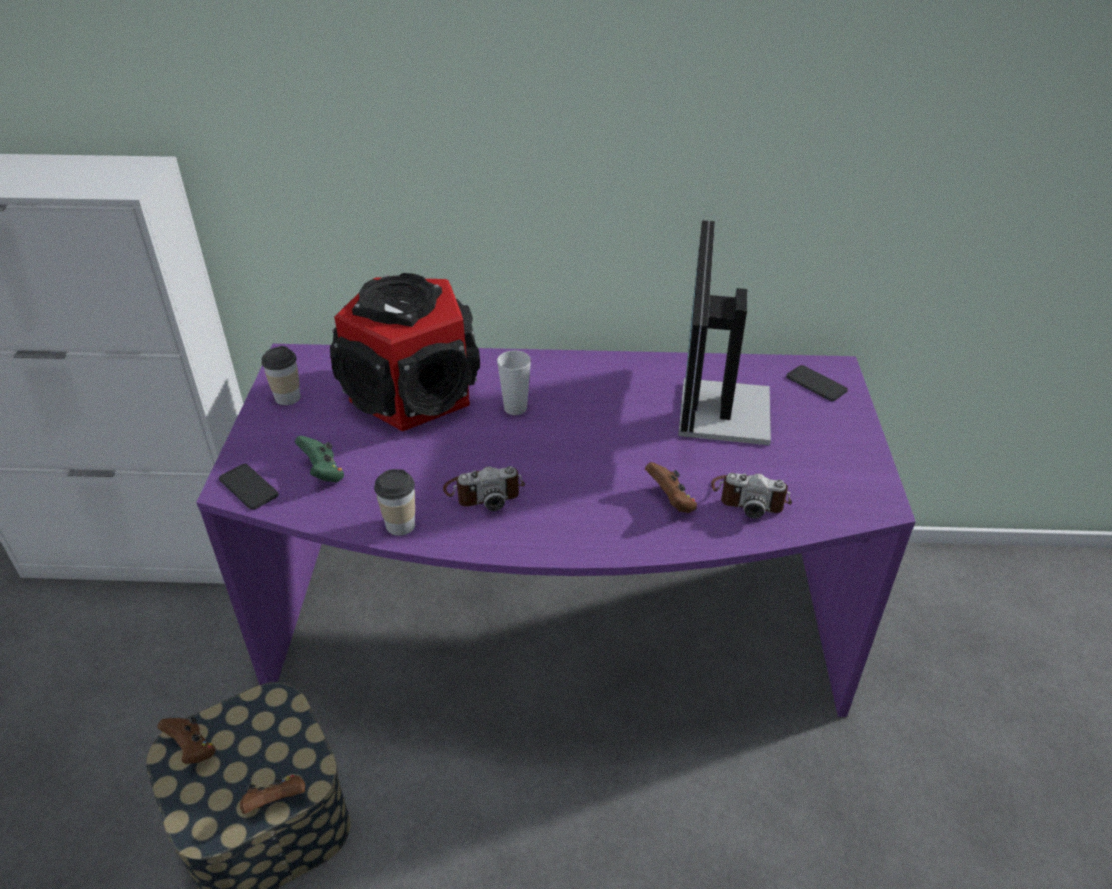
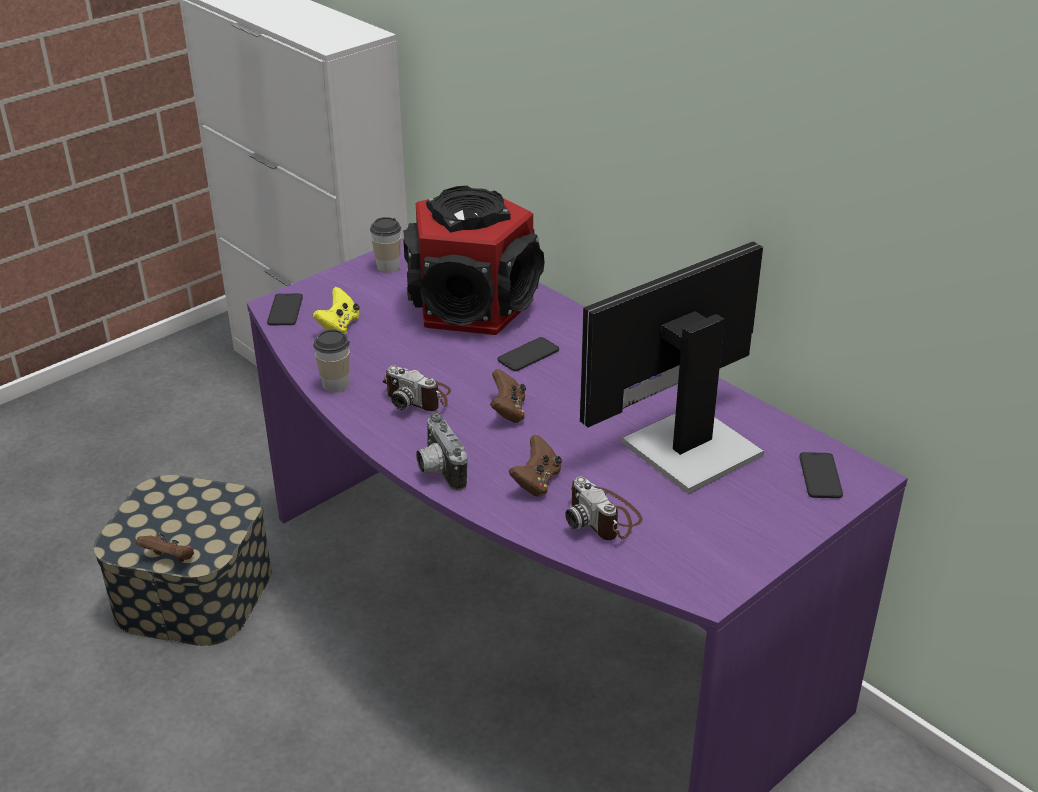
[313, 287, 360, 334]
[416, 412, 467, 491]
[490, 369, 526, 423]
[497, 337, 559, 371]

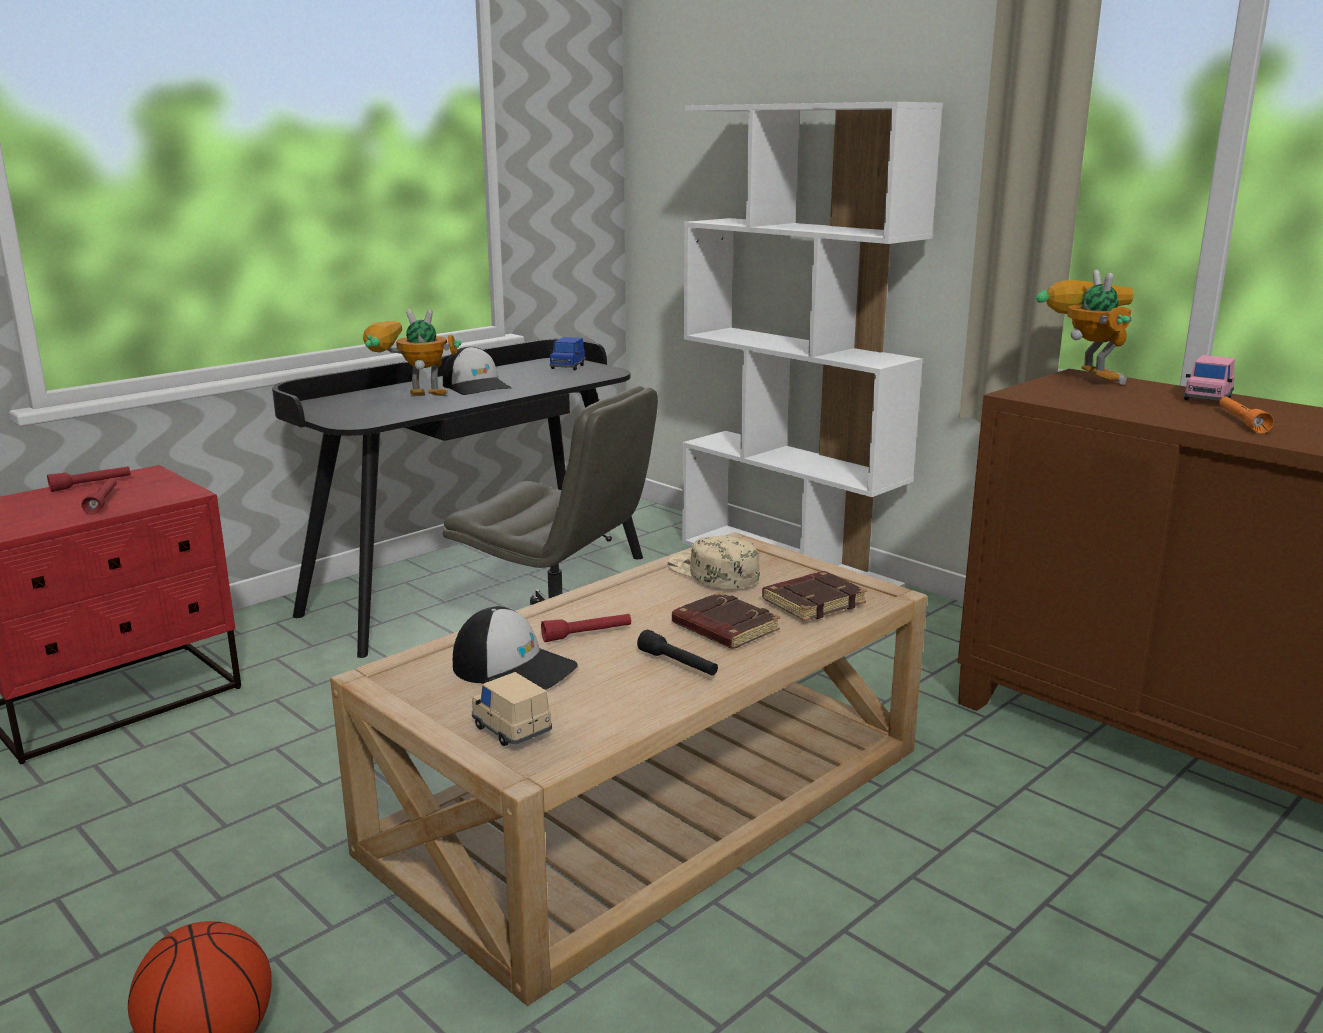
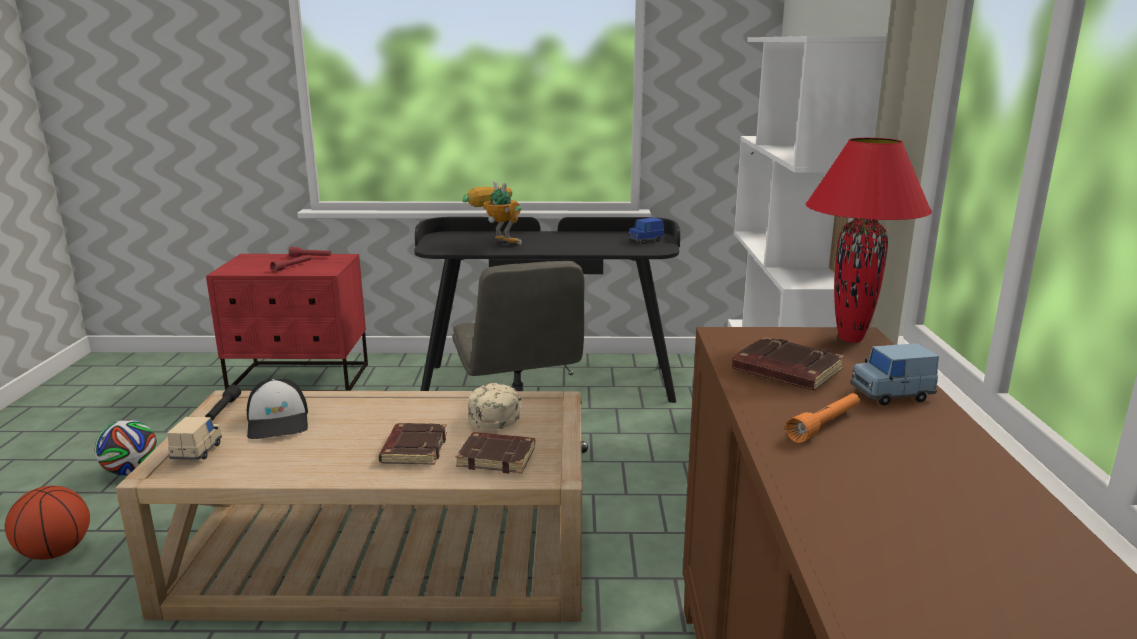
[94, 420, 158, 475]
[205, 385, 241, 420]
[732, 337, 845, 390]
[805, 138, 932, 343]
[850, 343, 939, 405]
[443, 346, 512, 395] (first image)
[541, 614, 631, 642] (first image)

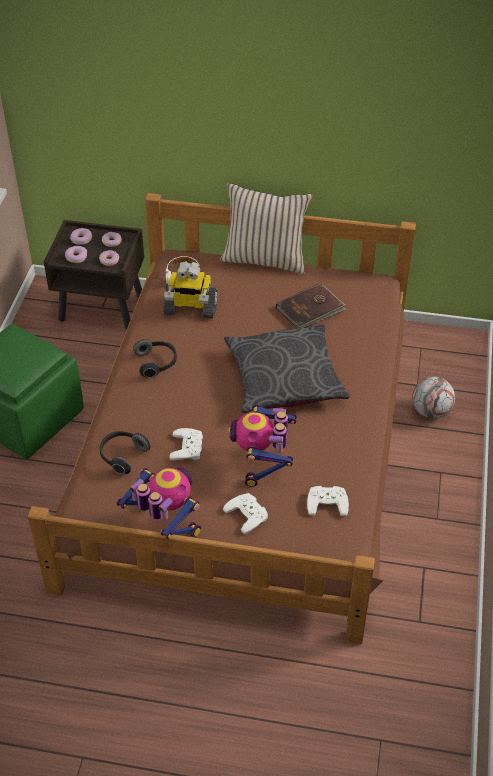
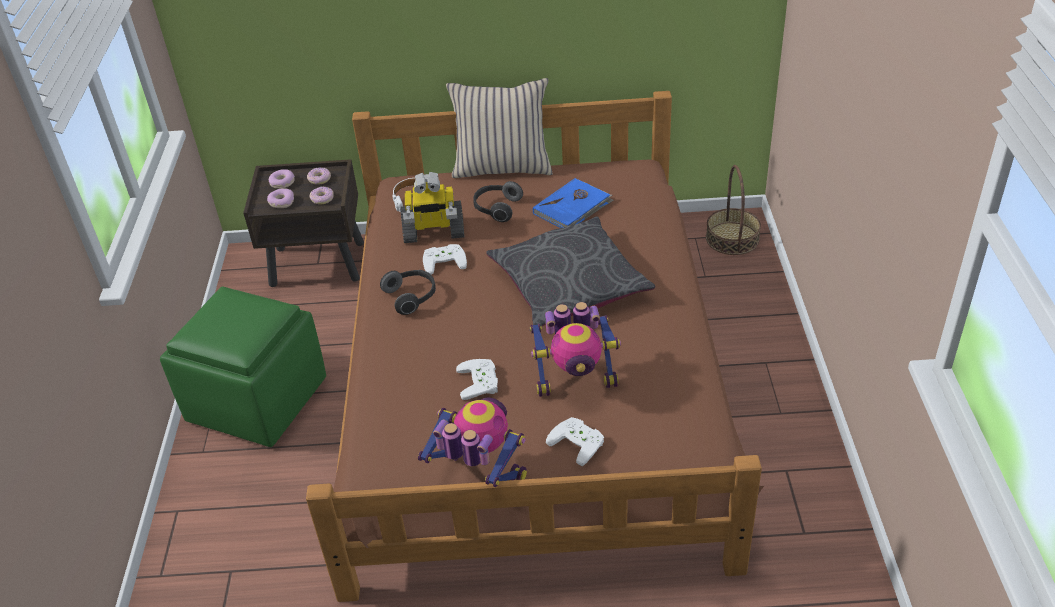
[423, 244, 467, 275]
[473, 181, 523, 222]
[530, 302, 621, 397]
[533, 178, 614, 228]
[706, 165, 761, 255]
[412, 376, 455, 419] (first image)

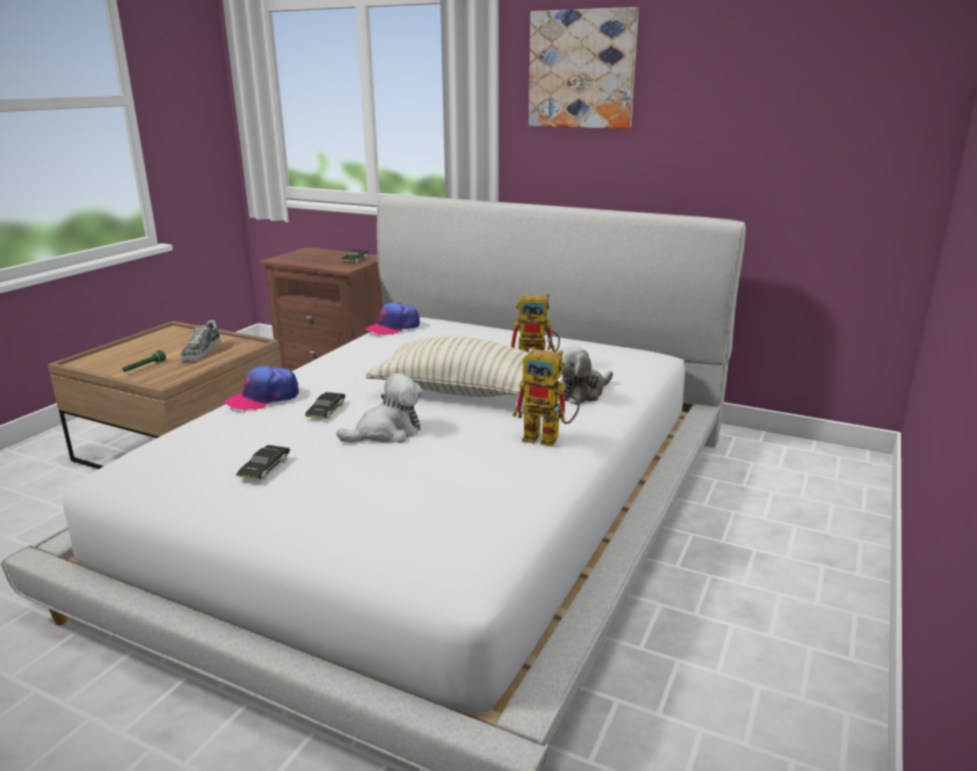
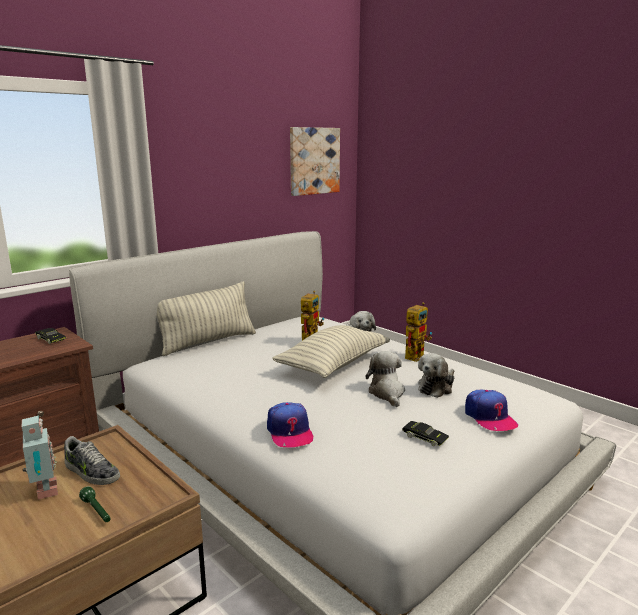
[21, 415, 58, 500]
[157, 281, 256, 356]
[290, 127, 340, 196]
[418, 353, 454, 398]
[465, 390, 518, 431]
[305, 392, 346, 419] (first image)

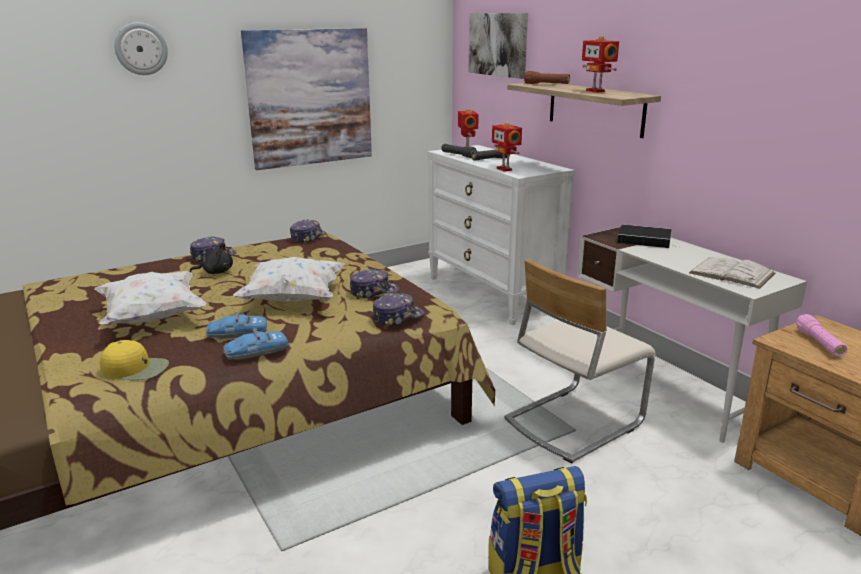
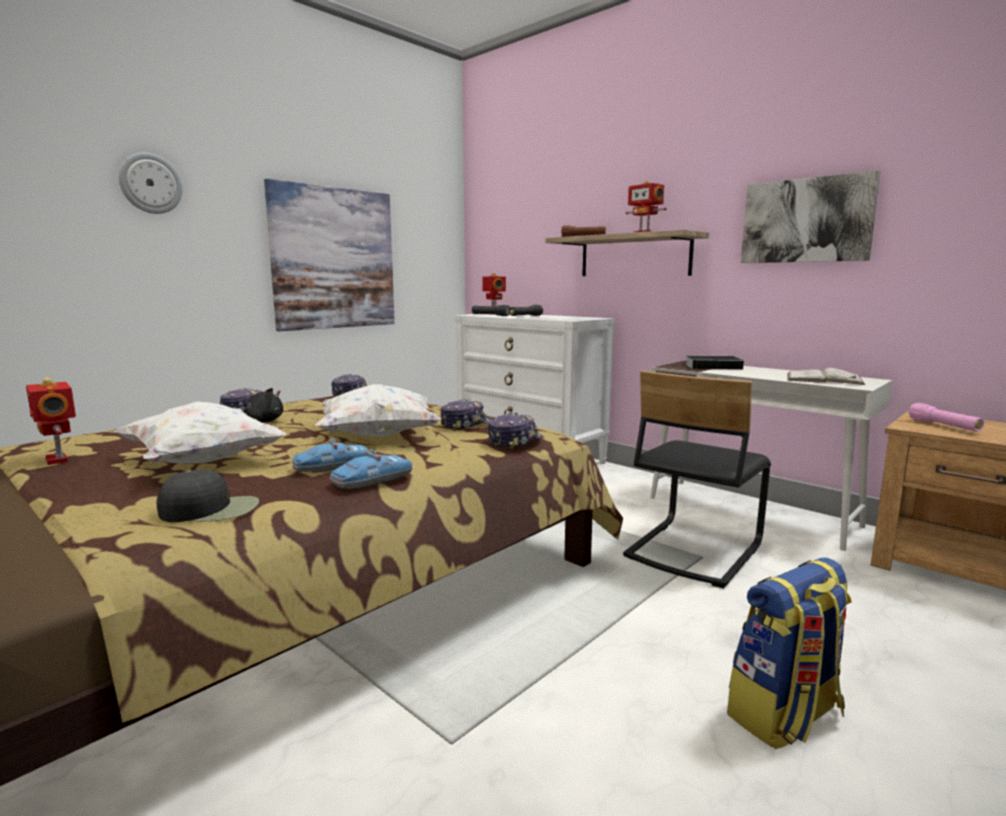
[26, 378, 76, 465]
[156, 470, 259, 522]
[623, 371, 771, 588]
[741, 170, 881, 263]

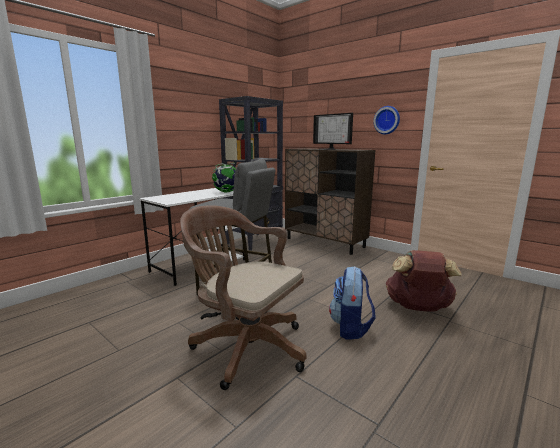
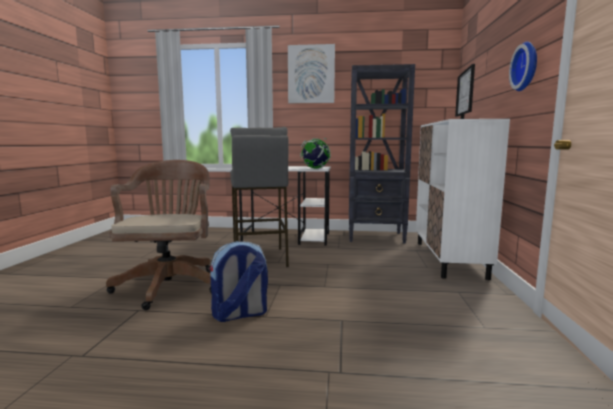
[288, 44, 335, 103]
[416, 119, 510, 280]
[386, 250, 462, 312] (first image)

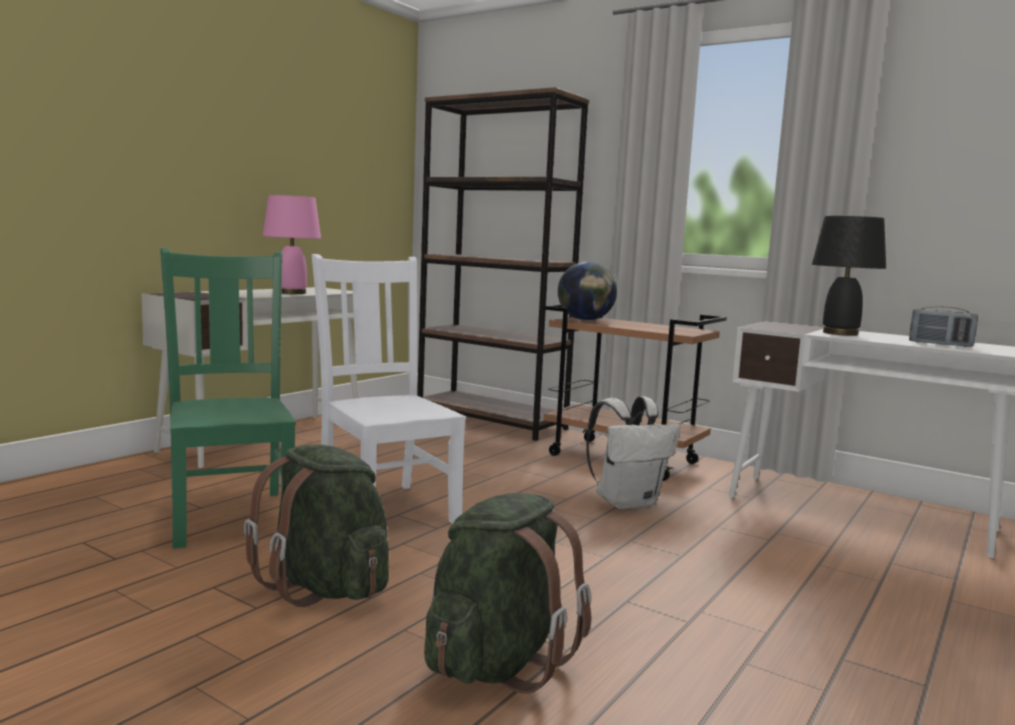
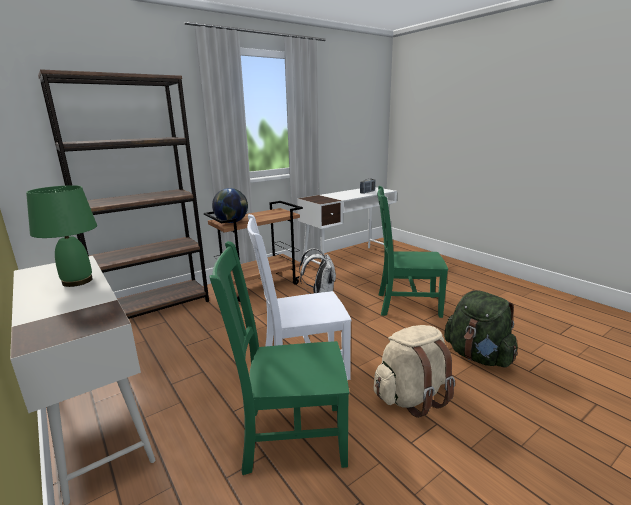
[26, 185, 97, 287]
[374, 325, 455, 418]
[377, 186, 448, 318]
[812, 216, 886, 336] (first image)

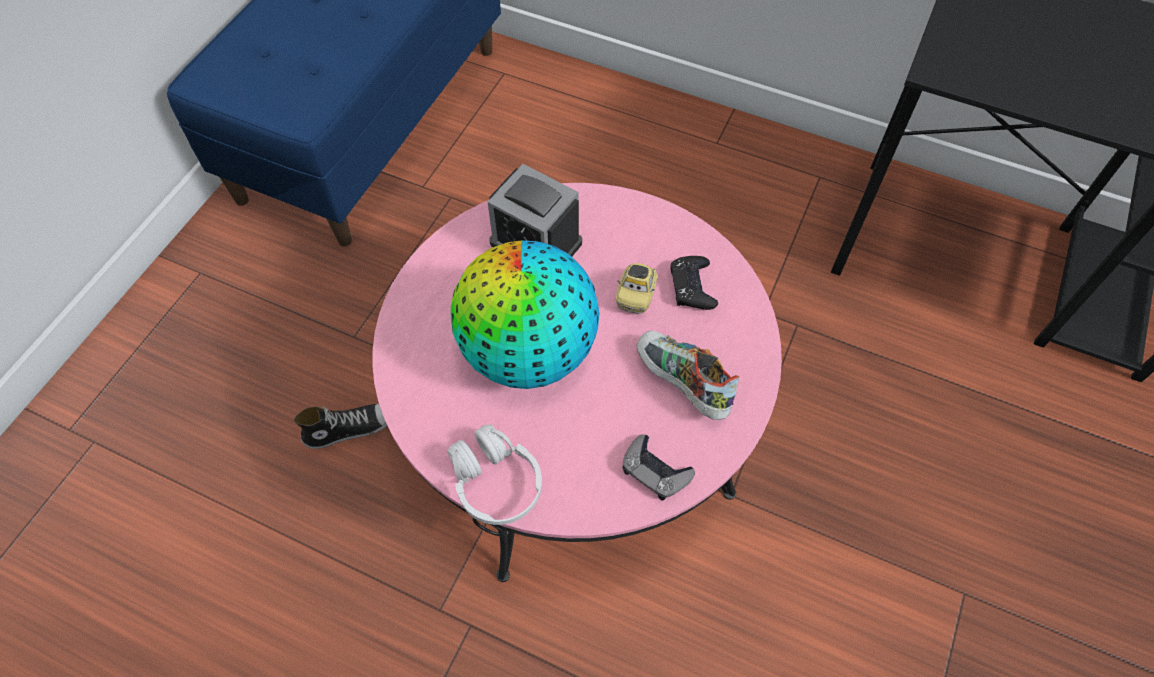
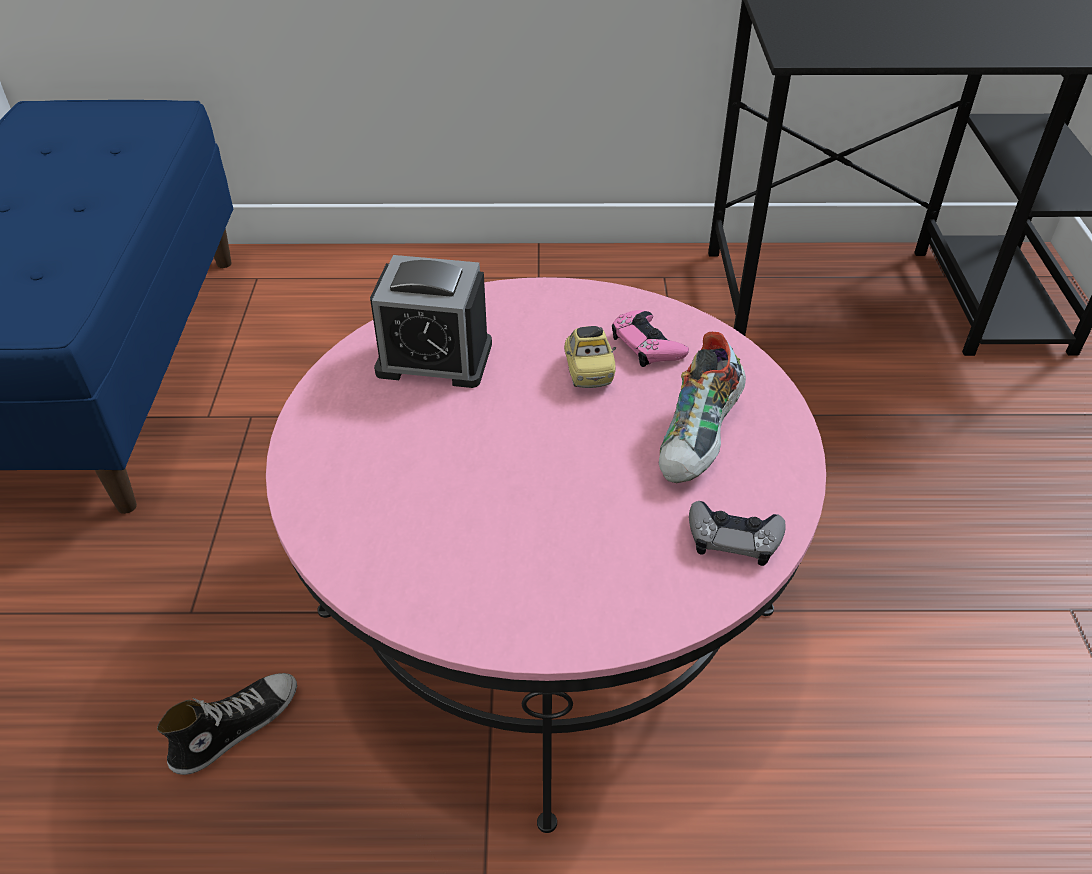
[612, 310, 689, 367]
[659, 332, 746, 483]
[447, 424, 542, 525] (first image)
[451, 240, 600, 389] (first image)

